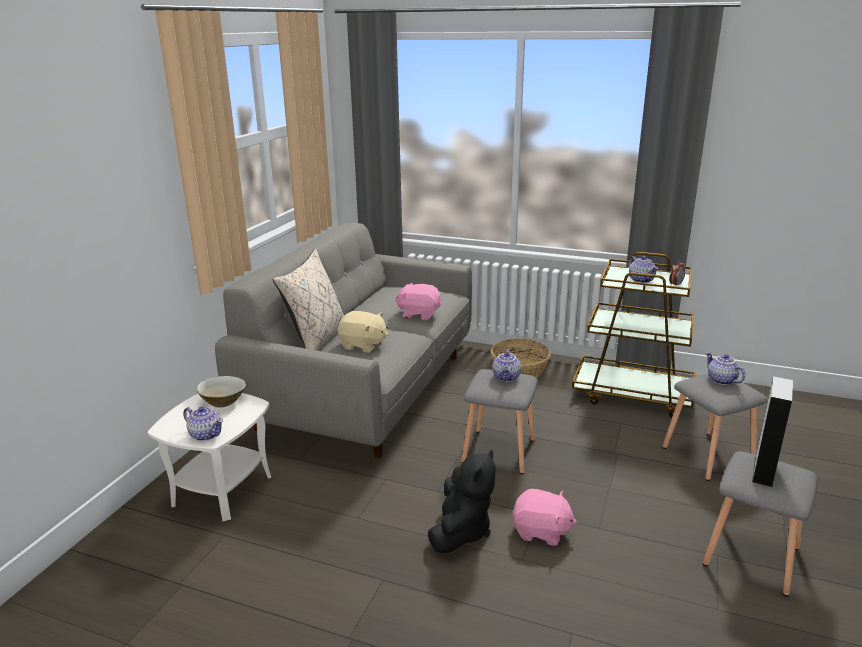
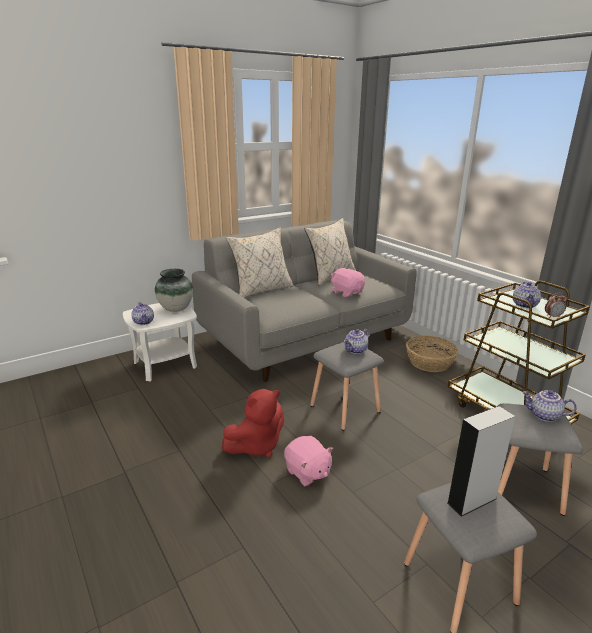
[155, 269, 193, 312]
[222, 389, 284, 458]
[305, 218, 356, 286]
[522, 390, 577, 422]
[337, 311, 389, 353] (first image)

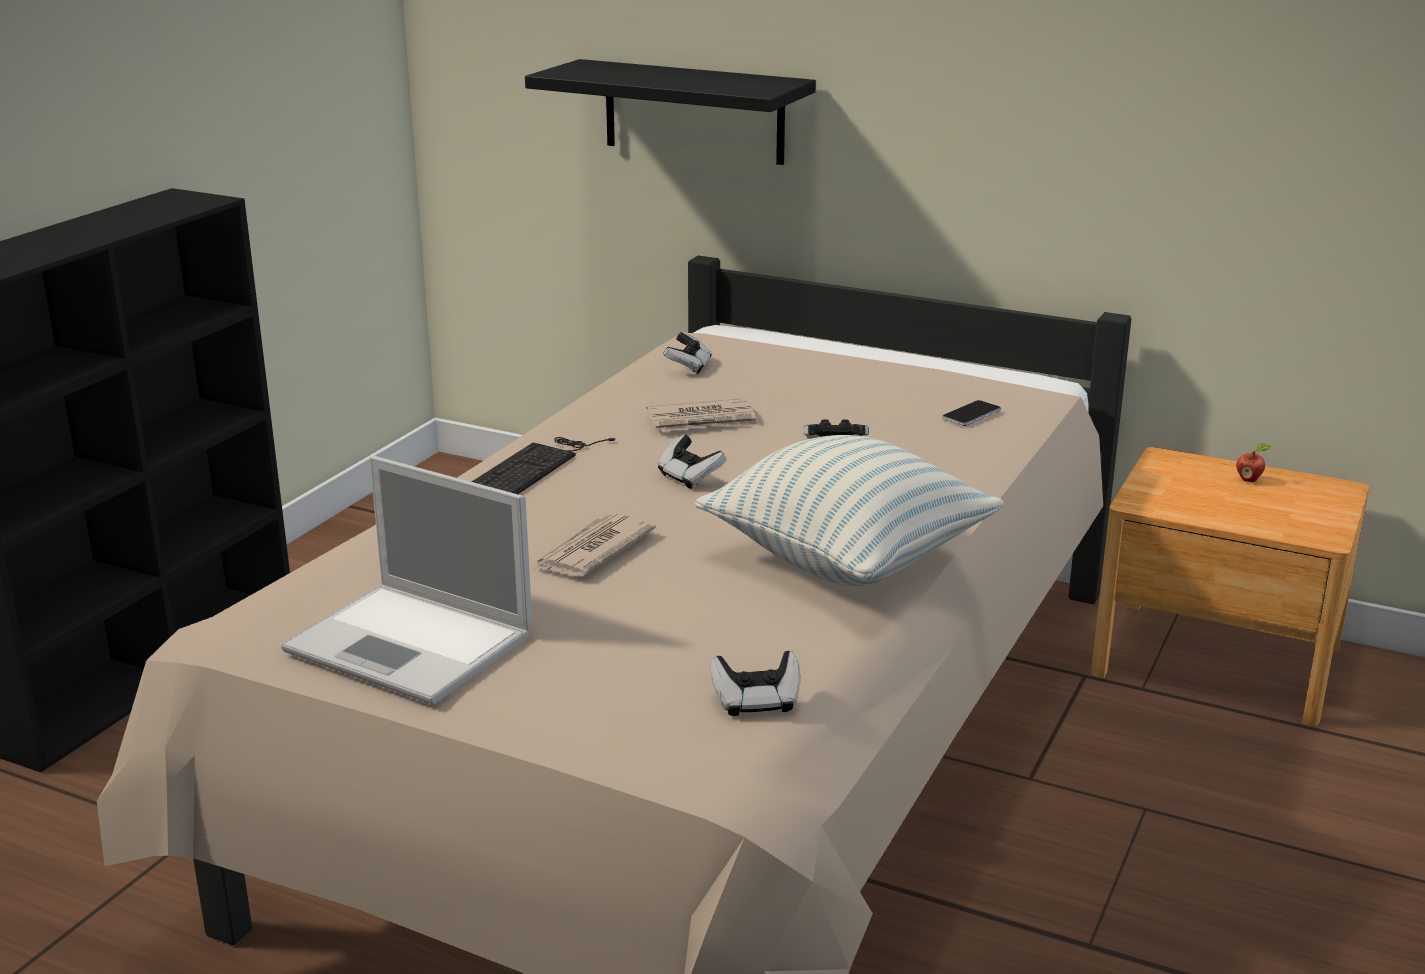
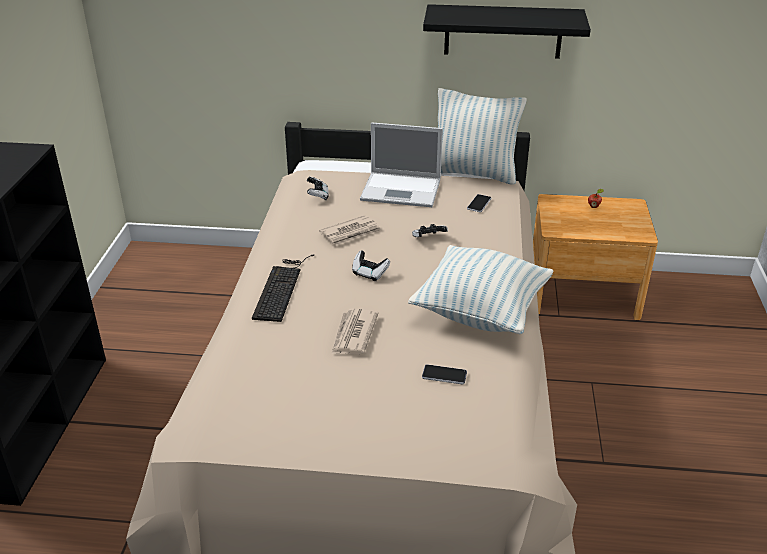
[360, 122, 443, 207]
[422, 364, 467, 384]
[423, 4, 591, 59]
[438, 88, 527, 185]
[710, 651, 800, 716] (first image)

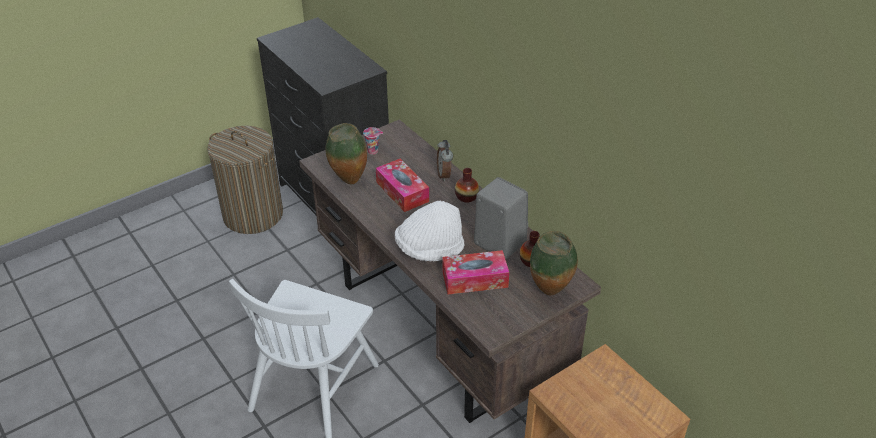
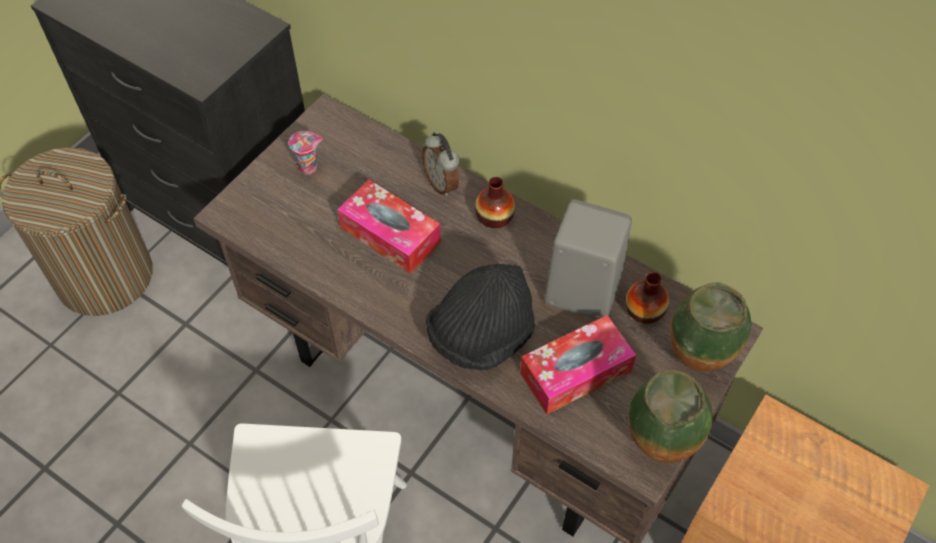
[426, 264, 535, 370]
[628, 370, 713, 463]

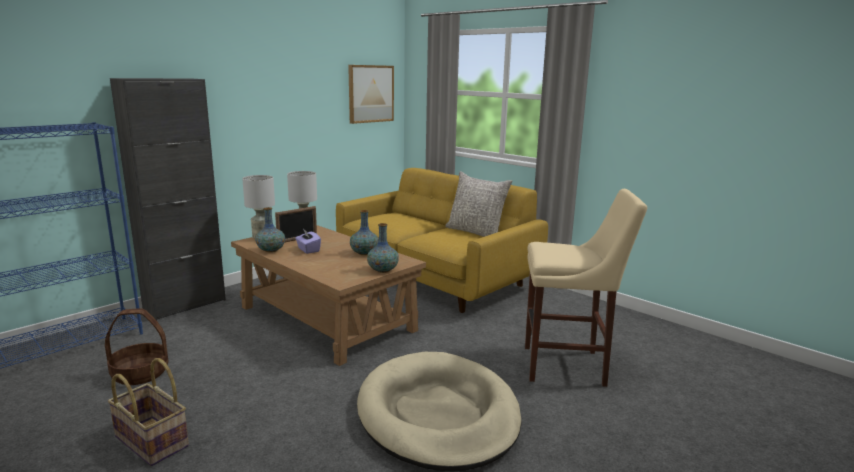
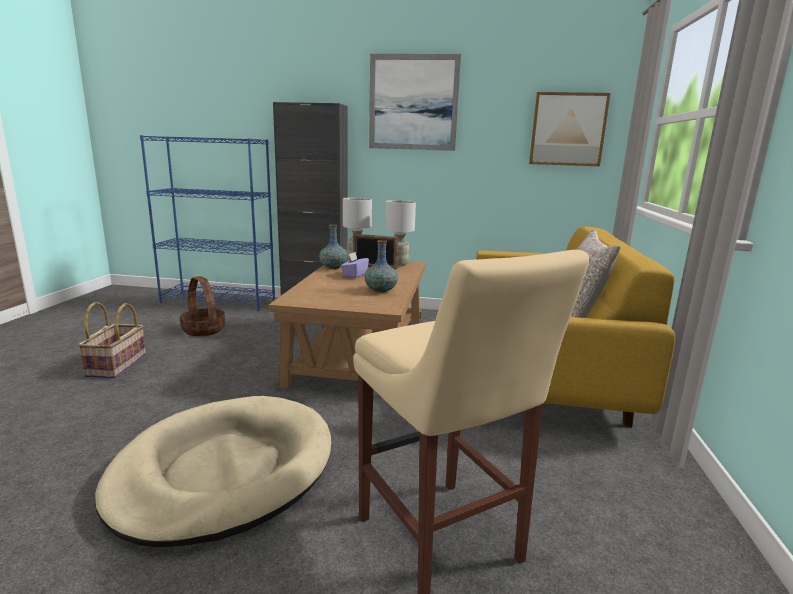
[369, 54, 461, 151]
[367, 223, 399, 273] (first image)

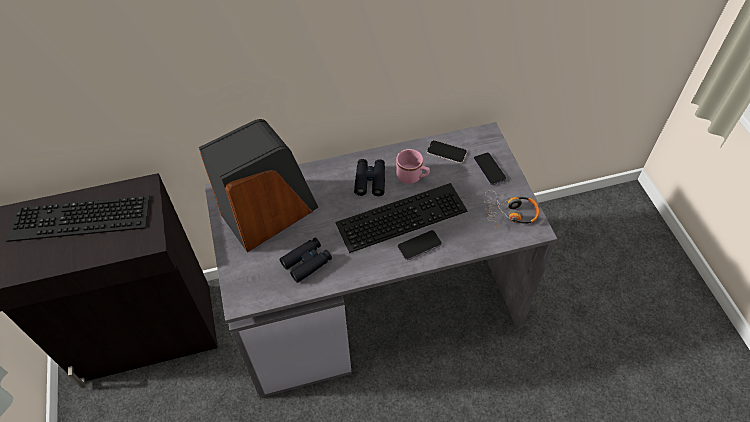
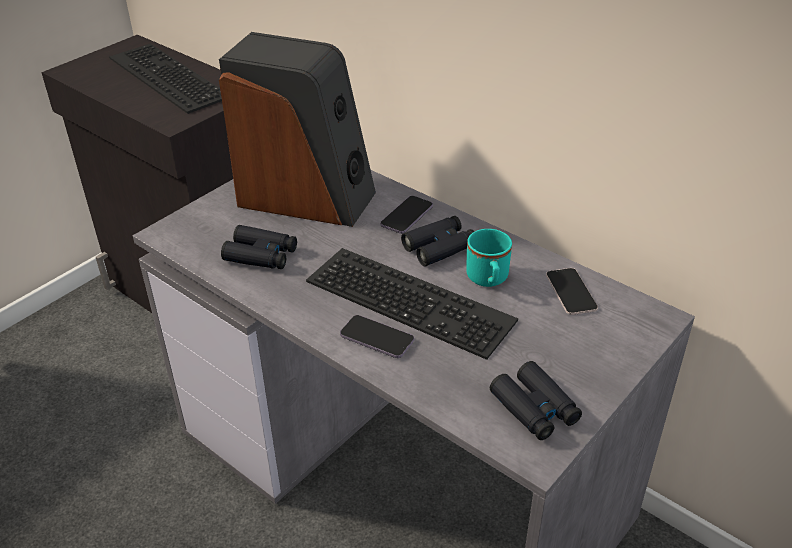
[380, 196, 433, 234]
[466, 229, 512, 287]
[490, 361, 582, 440]

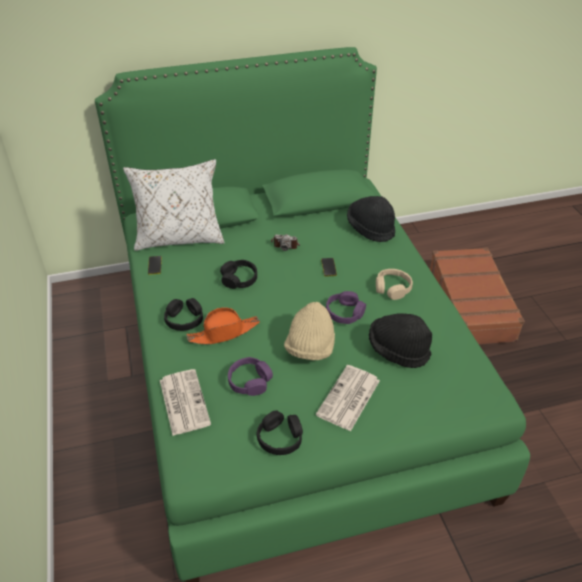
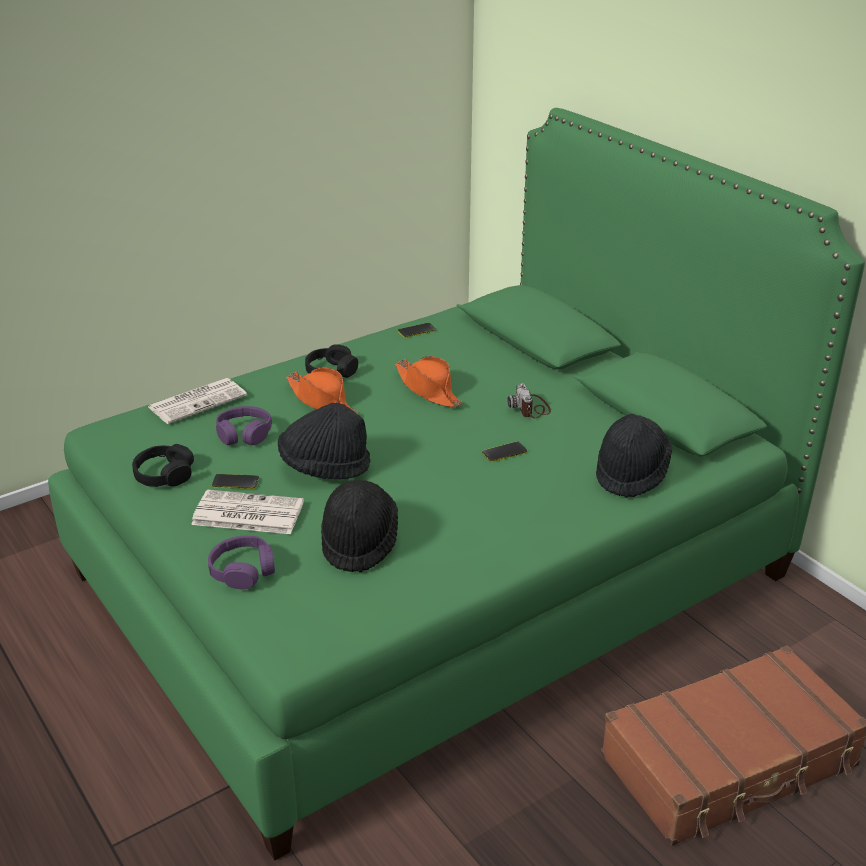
[208, 536, 275, 589]
[212, 474, 259, 489]
[278, 403, 371, 479]
[395, 356, 462, 407]
[123, 159, 225, 251] (first image)
[376, 269, 413, 300] (first image)

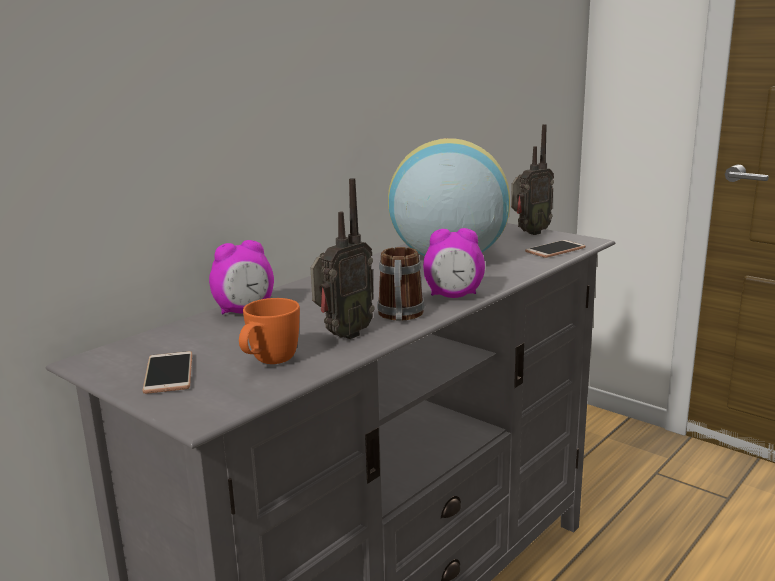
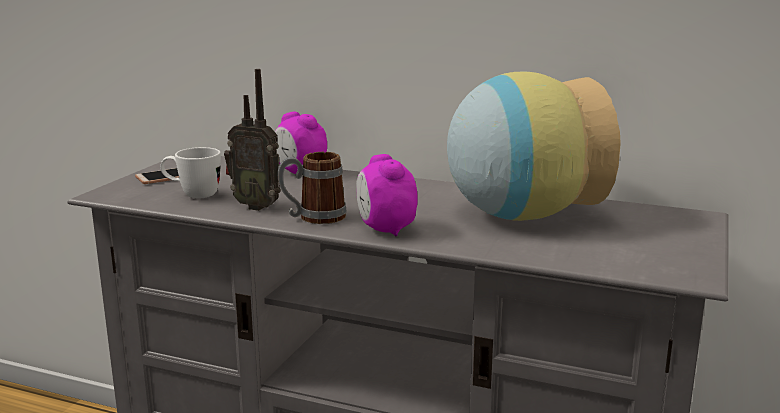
[160, 147, 221, 198]
[511, 124, 554, 235] (first image)
[525, 240, 586, 258] (first image)

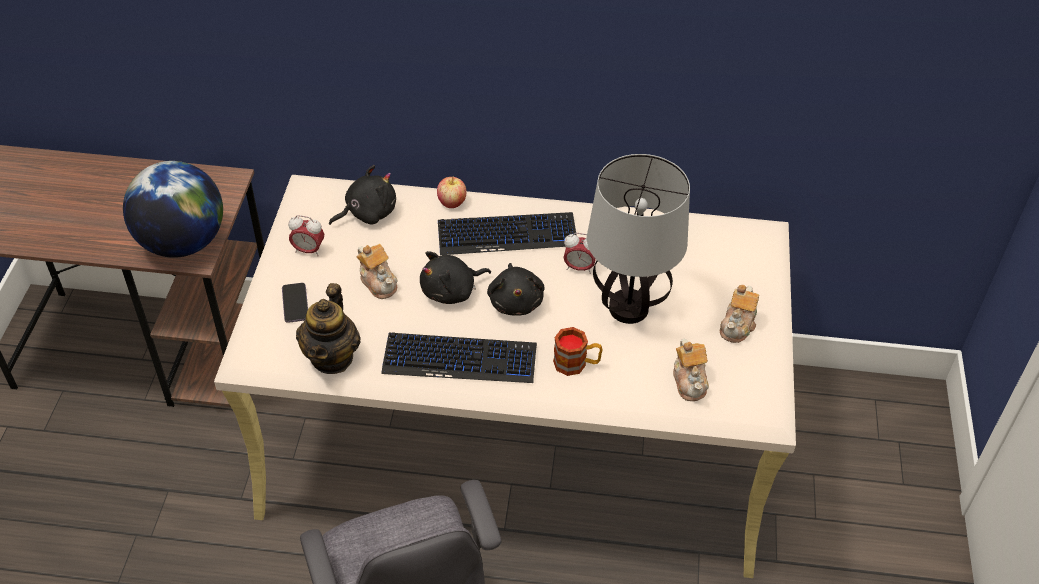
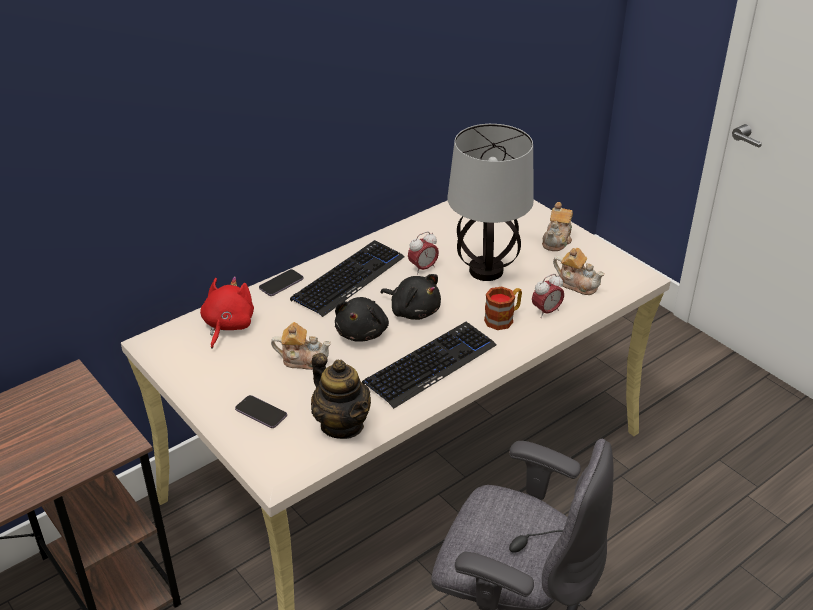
[200, 276, 254, 348]
[259, 269, 303, 296]
[532, 274, 564, 318]
[542, 202, 573, 251]
[123, 161, 223, 258] (first image)

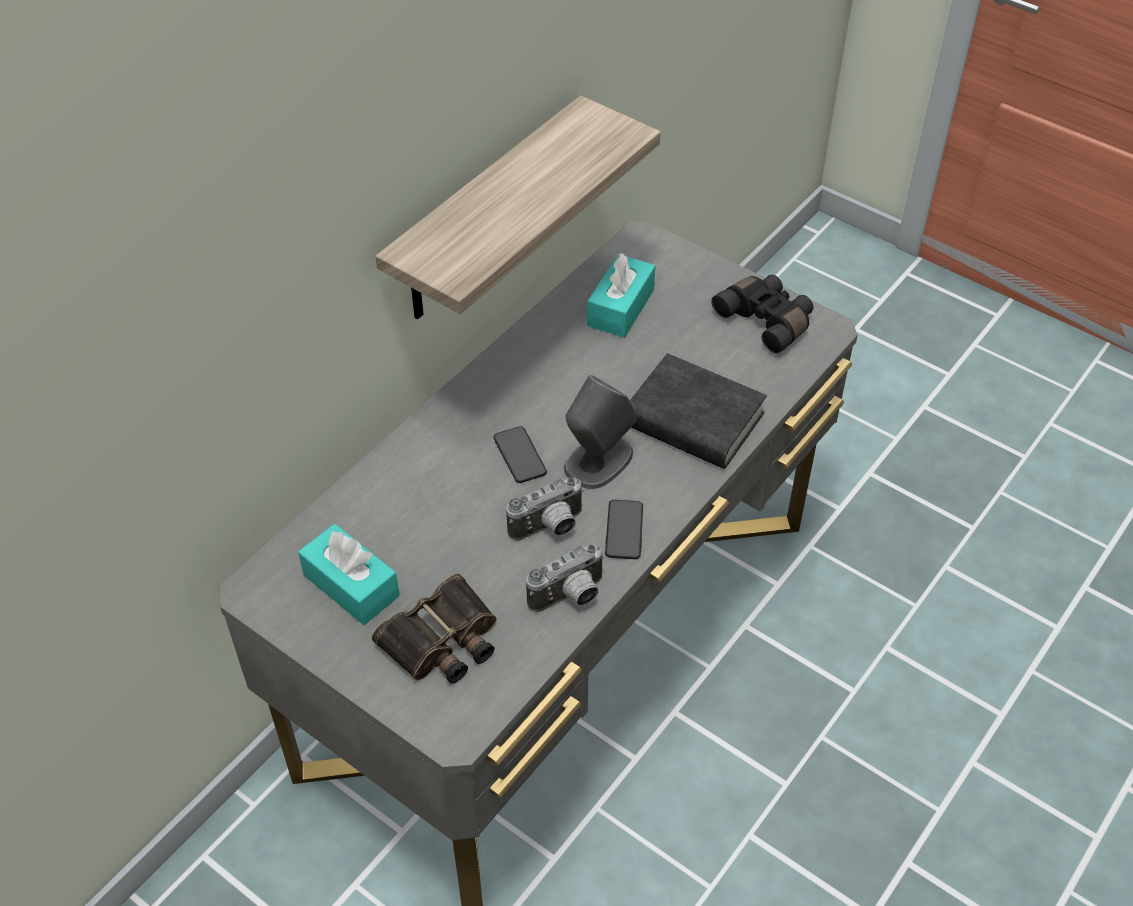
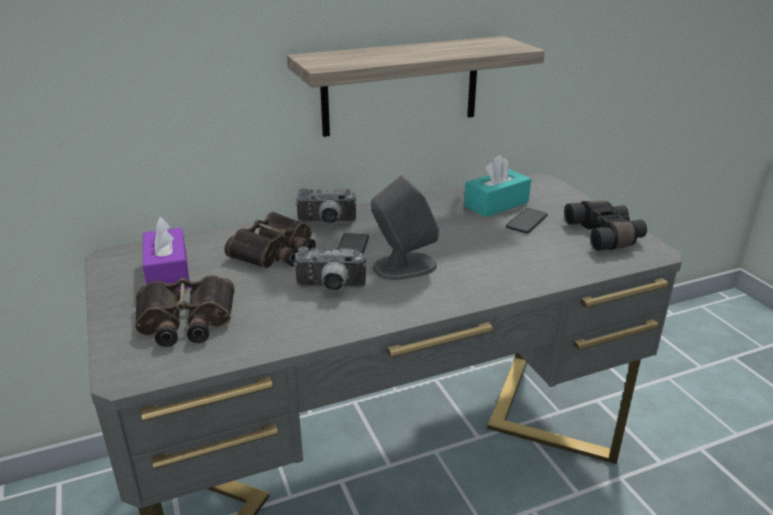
[143, 216, 190, 290]
[224, 212, 316, 268]
[295, 188, 357, 224]
[506, 208, 548, 233]
[630, 353, 767, 469] (first image)

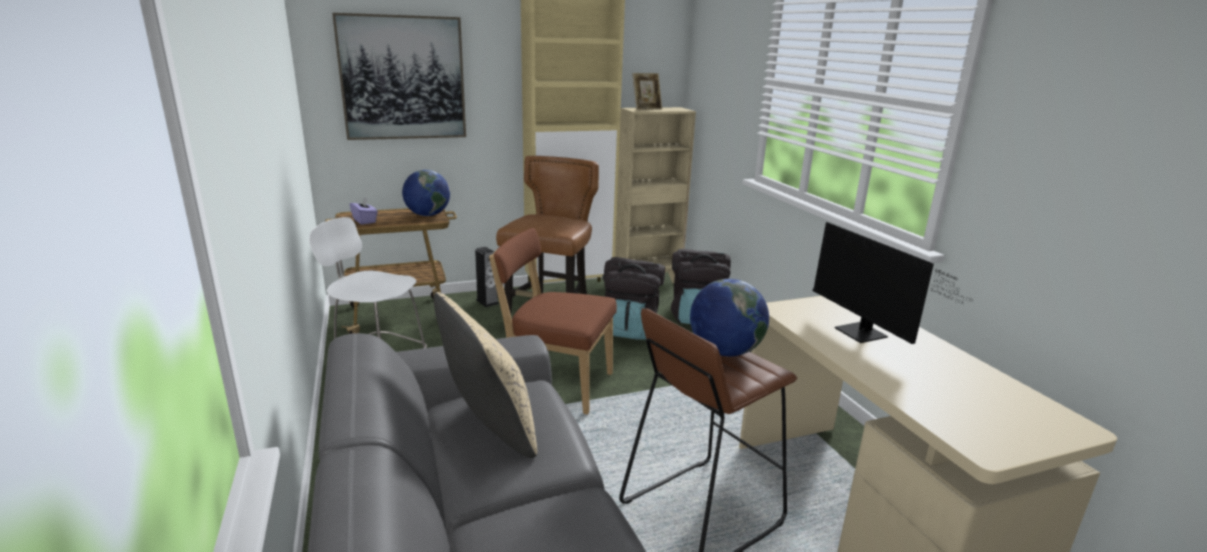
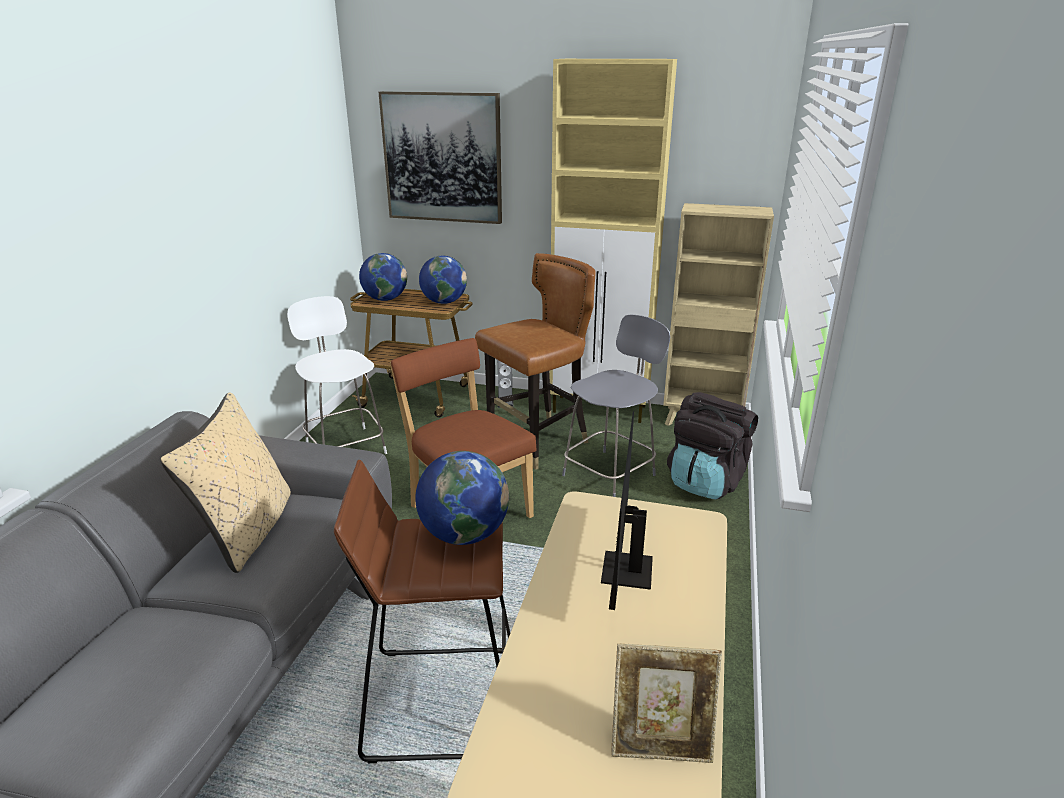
[359, 253, 407, 301]
[562, 315, 670, 497]
[611, 644, 722, 763]

